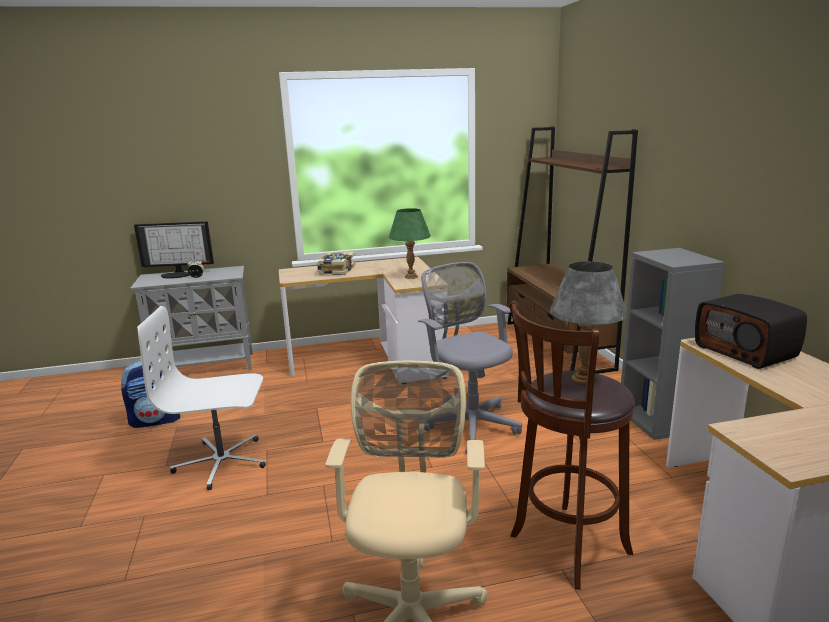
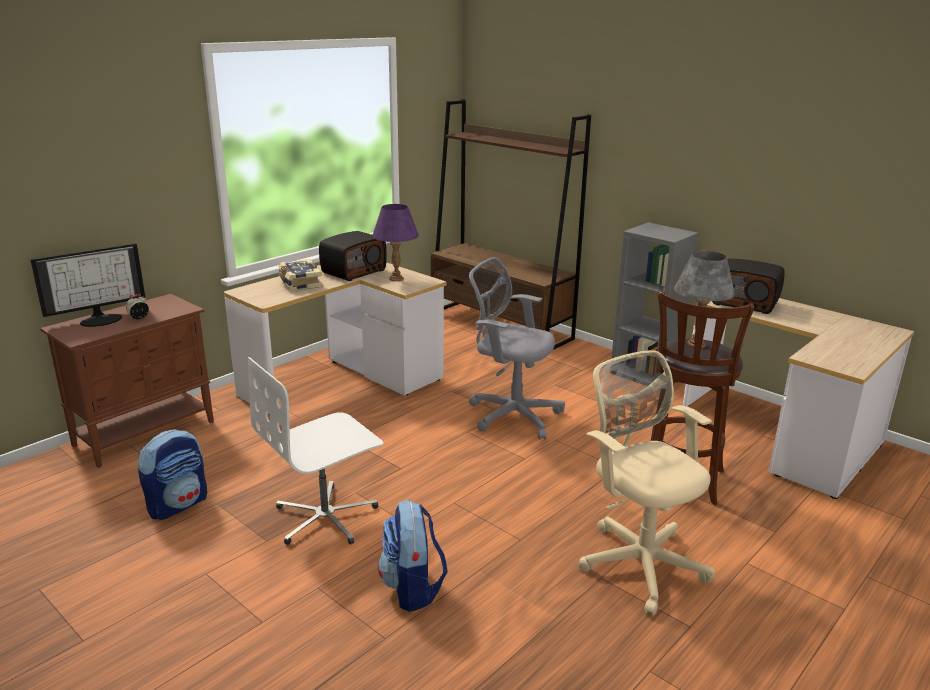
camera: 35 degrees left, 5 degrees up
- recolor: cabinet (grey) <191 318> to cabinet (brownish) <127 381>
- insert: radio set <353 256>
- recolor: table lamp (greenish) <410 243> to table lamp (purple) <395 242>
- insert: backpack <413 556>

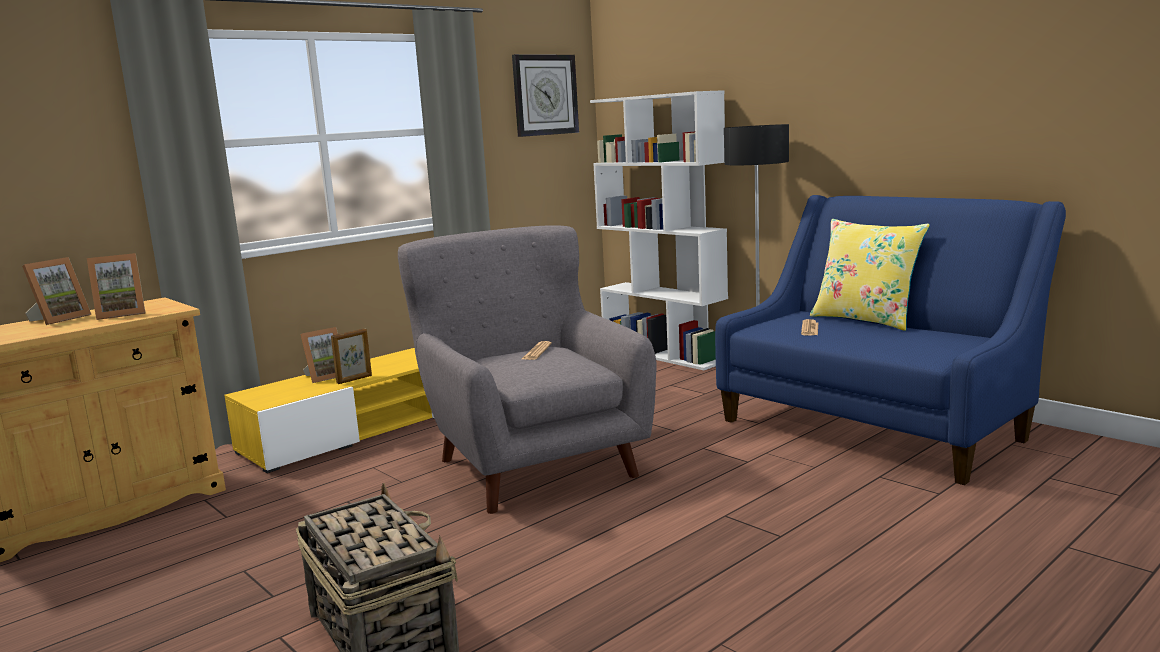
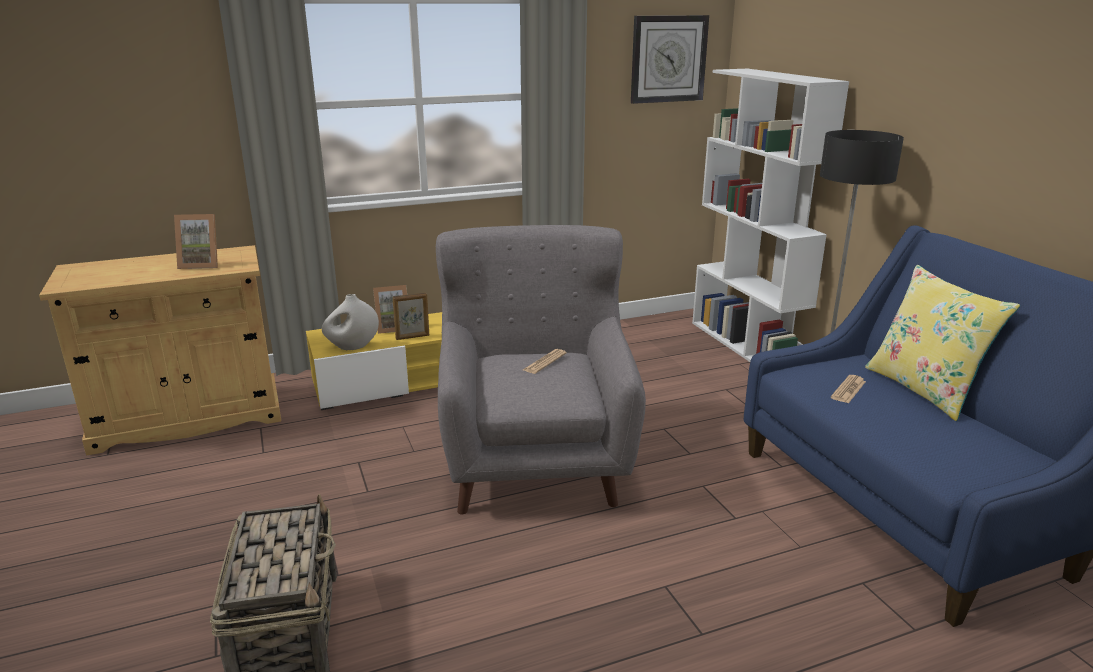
camera: 20 degrees right, 10 degrees up
- insert: vase (white) <350 322>
- delete: picture frame <56 291>

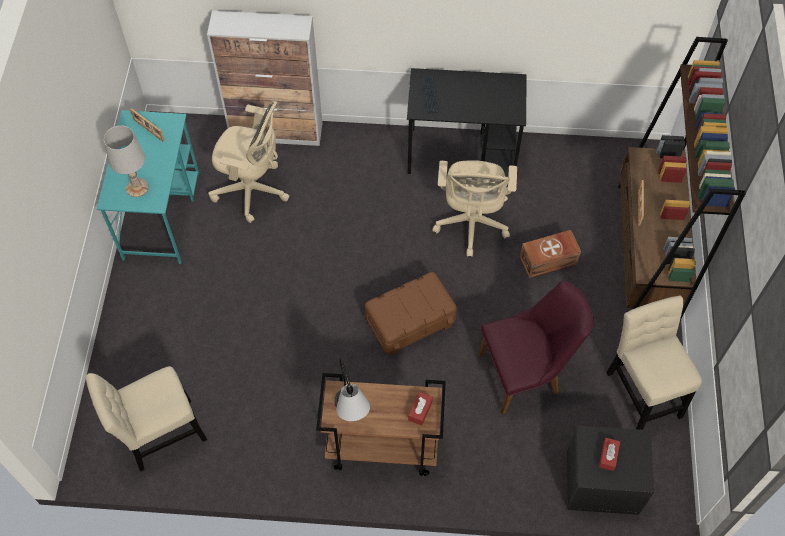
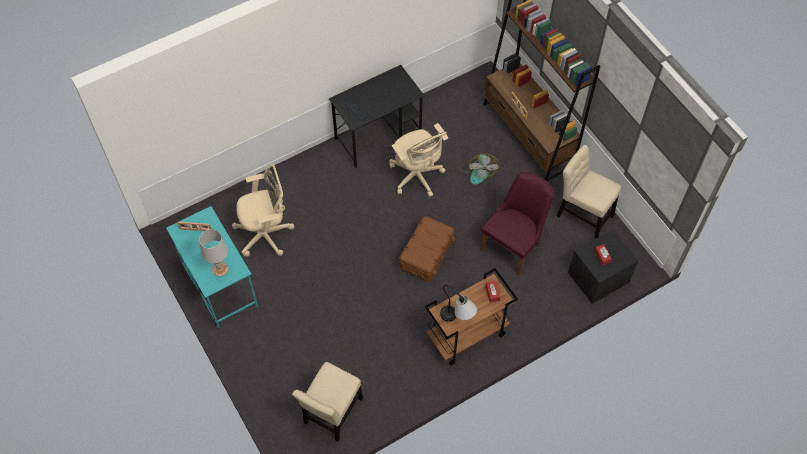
camera: 35 degrees left, 0 degrees up
- replace: storage box (brownish) <550 254> to fan <479 169>
- delete: cabinet <264 78>

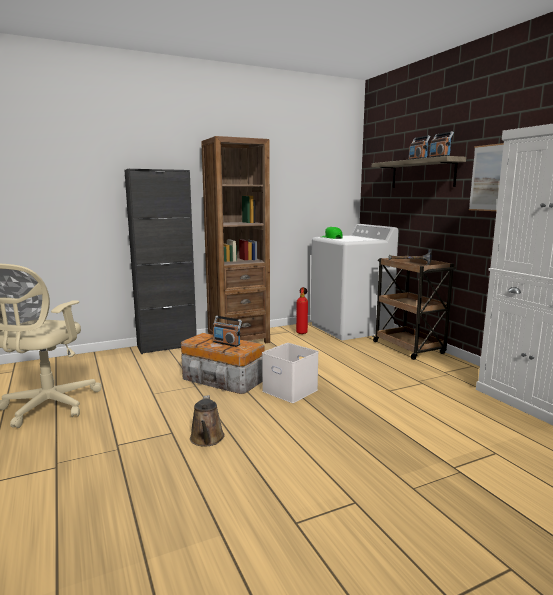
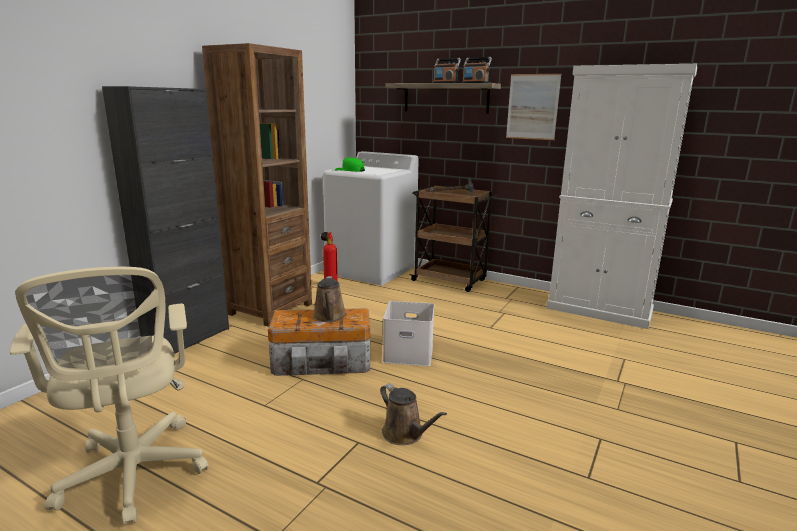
camera: 35 degrees left, 5 degrees up
- replace: radio set <227 331> to watering can (brownish) <330 299>

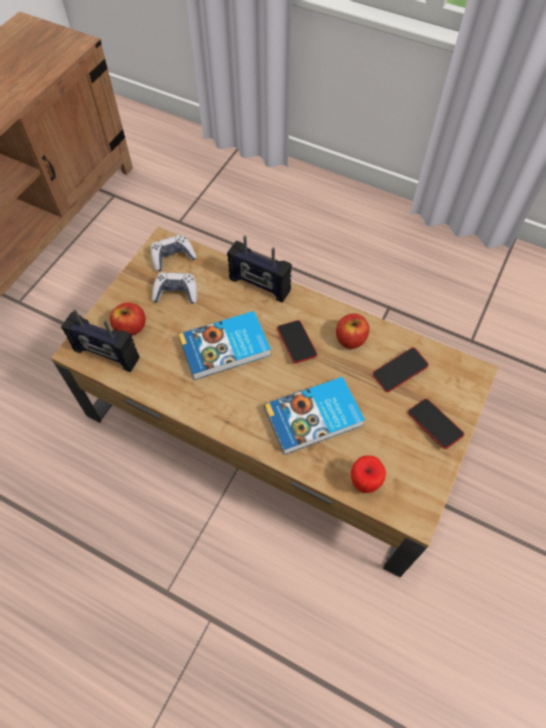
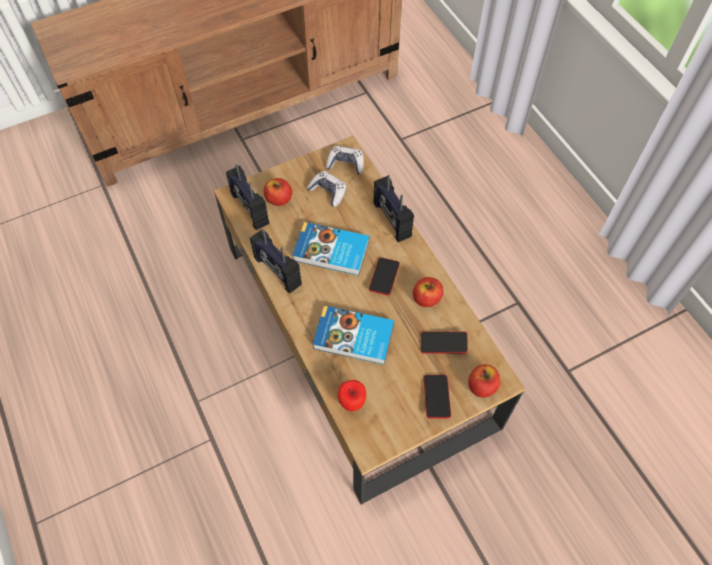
camera: 35 degrees right, 0 degrees up
- insert: radio set <276 261>
- insert: whole apple <484 381>

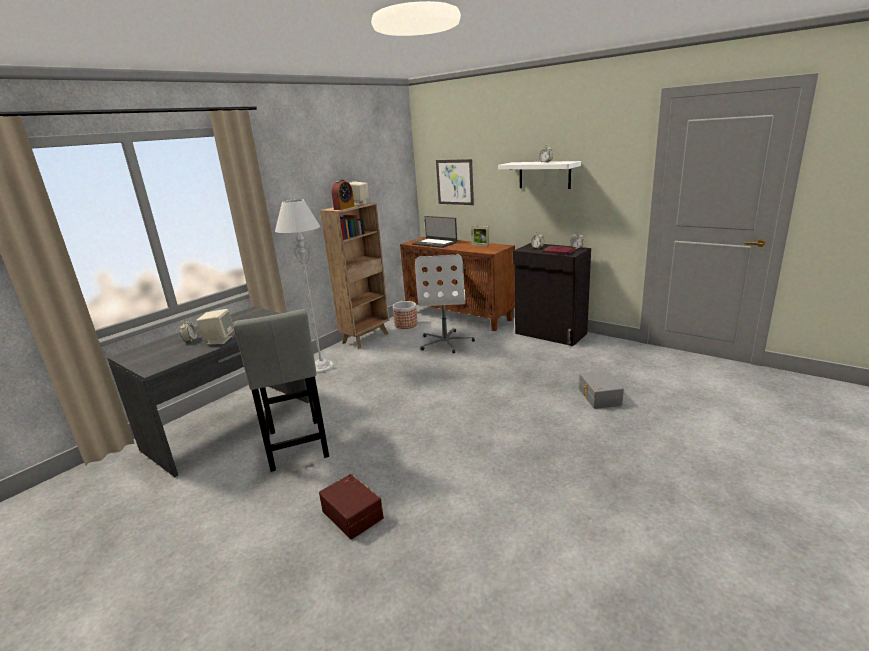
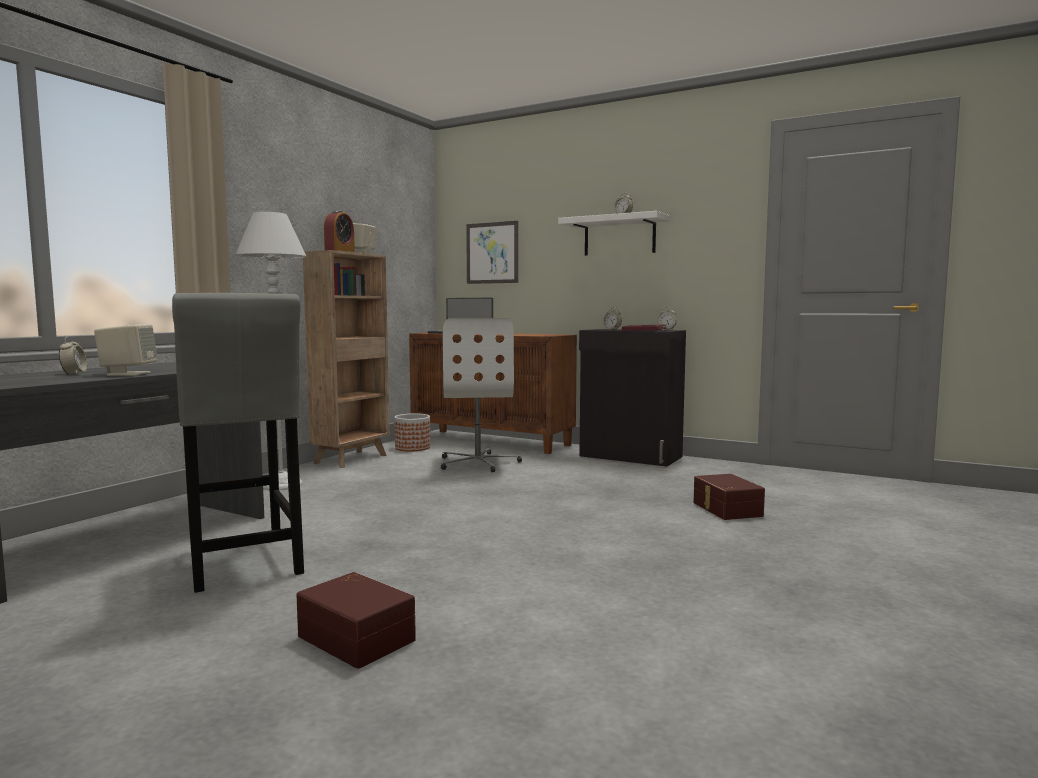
camera: 10 degrees left, 15 degrees down
- recolor: storage box (grey) <601 389> to storage box (brownish) <729 497>
- delete: picture frame <480 236>

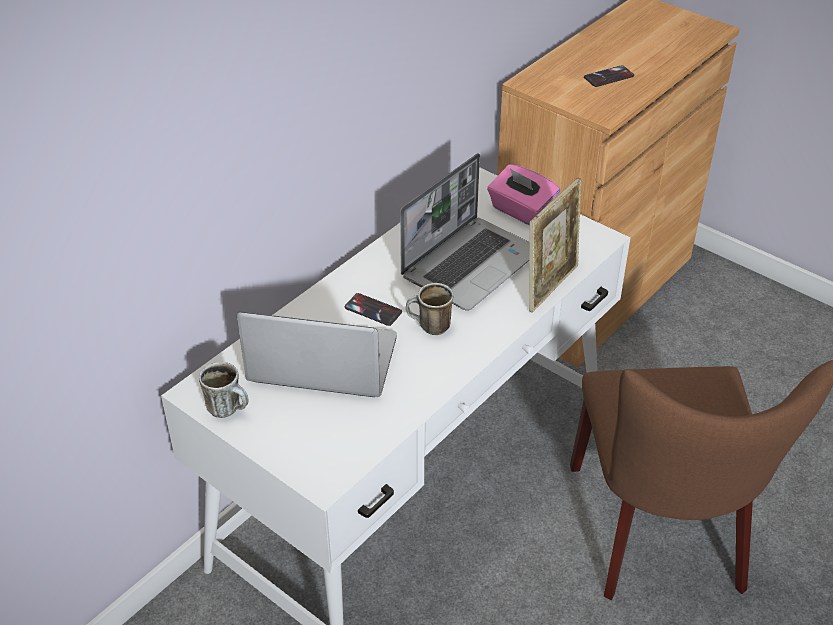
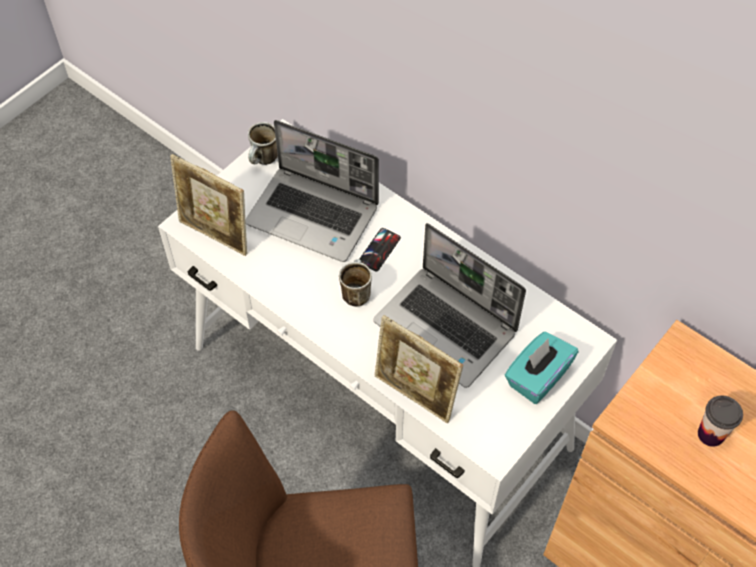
camera: 90 degrees right, 15 degrees up
- insert: picture frame <208 205>
- rotate: laptop <317 354> = <312 191> 105 degrees clockwise
- recolor: tissue holder (pink) <523 194> to tissue holder (blue-green) <542 367>
- replace: telephone <609 76> to cup <720 421>

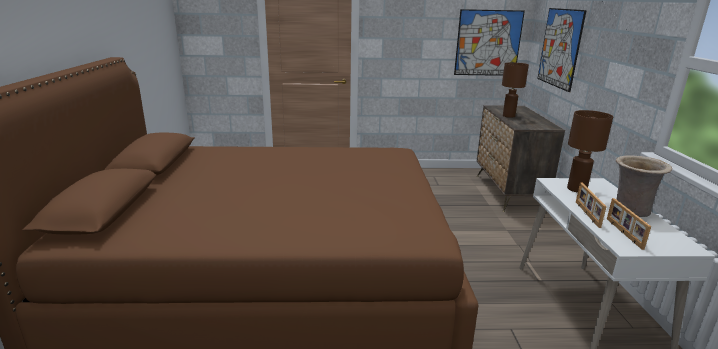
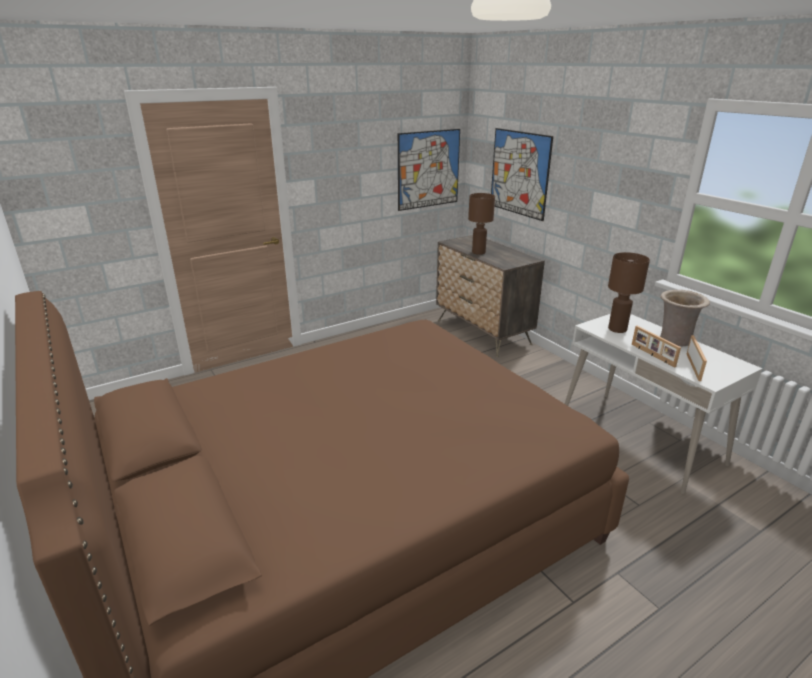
camera: 30 degrees left, 5 degrees up
- rotate: picture frame <629 224> = <697 358> 135 degrees counterclockwise

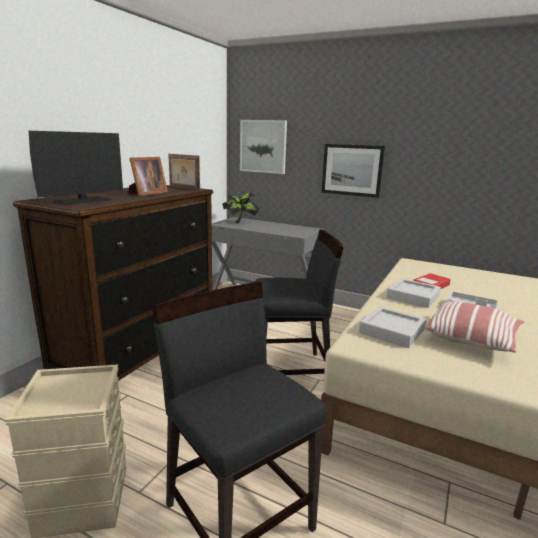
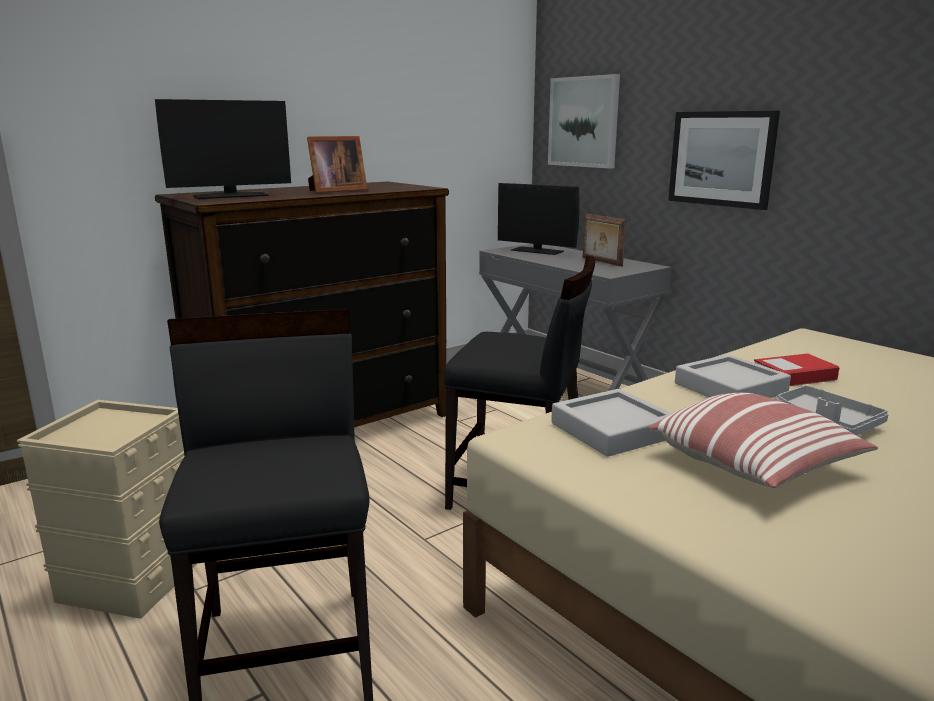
camera: 25 degrees right, 0 degrees up
- replace: houseplant <240 207> to monitor <539 219>
- move: picture frame <184 172> to <604 240>

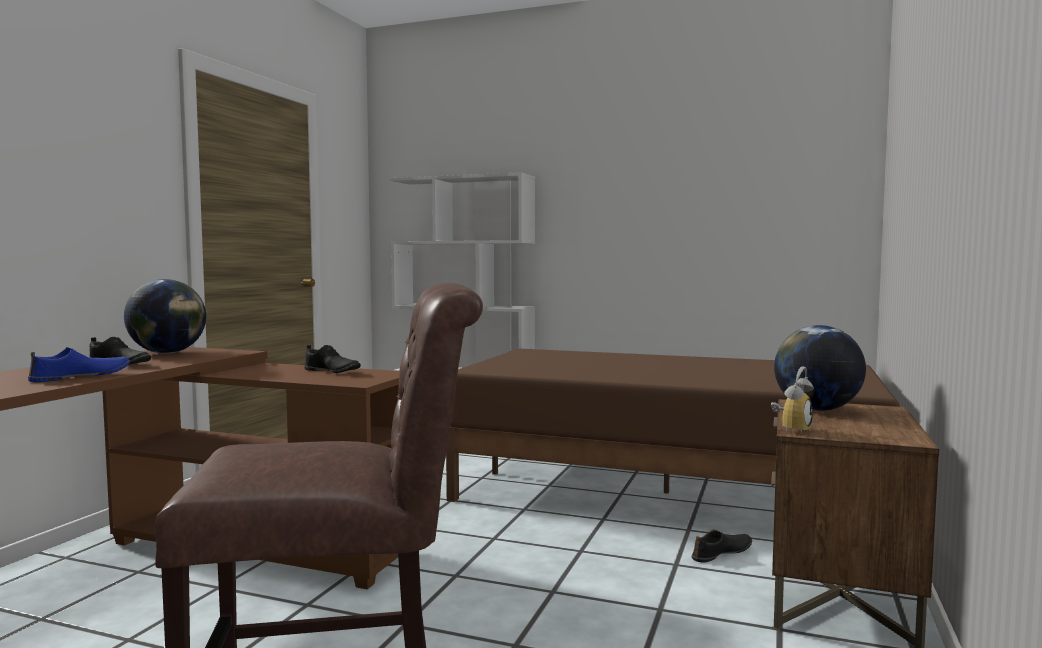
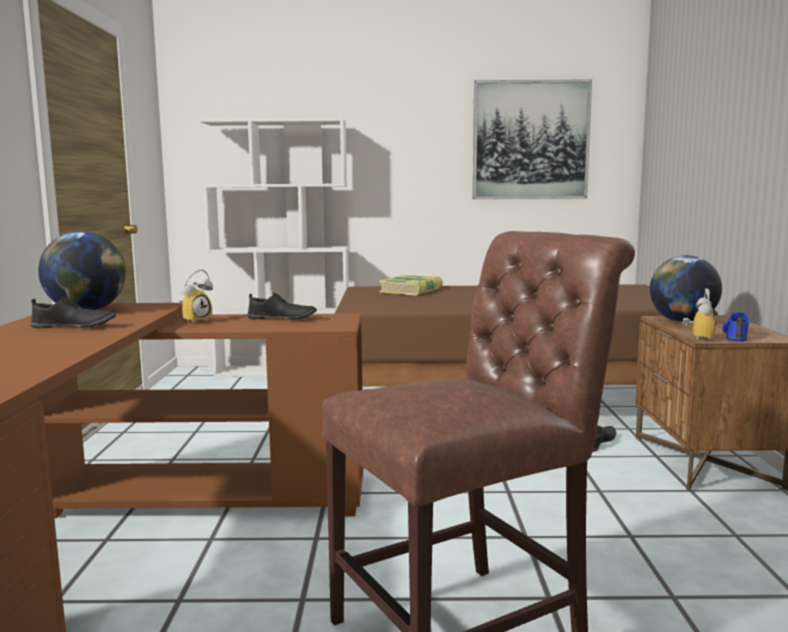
camera: 20 degrees left, 5 degrees up
- insert: table clock <196 296>
- insert: book <411 285>
- insert: picture <532 139>
- move: item of footwear (bluish) <79 364> to <735 327>

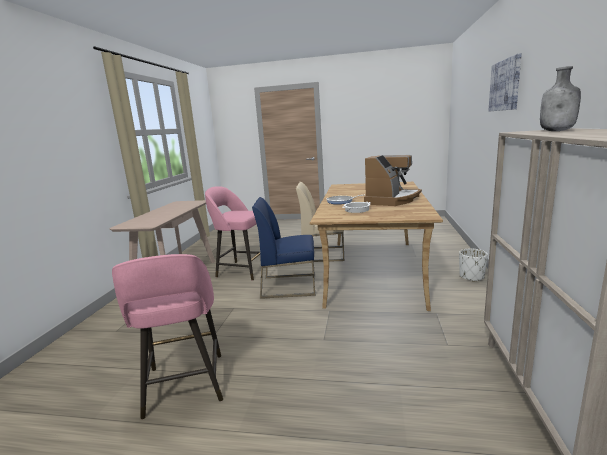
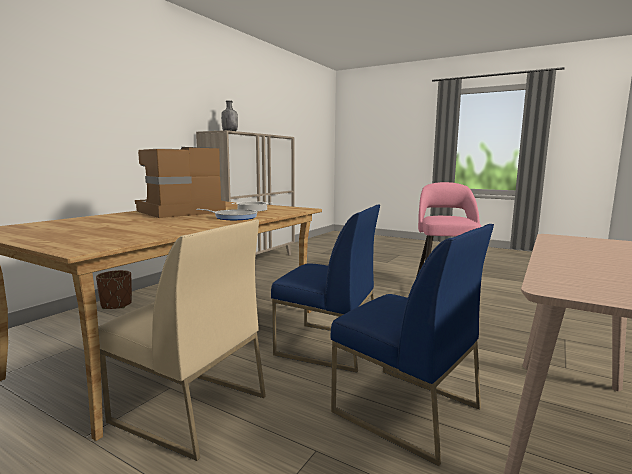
camera: 160 degrees left, 5 degrees down
- recolor: planter (white) <473 265> to planter (brownish) <114 289>
- replace: stool seat (pink) <232 233> to chair (bluish) <412 345>
- delete: picture <505 82>

